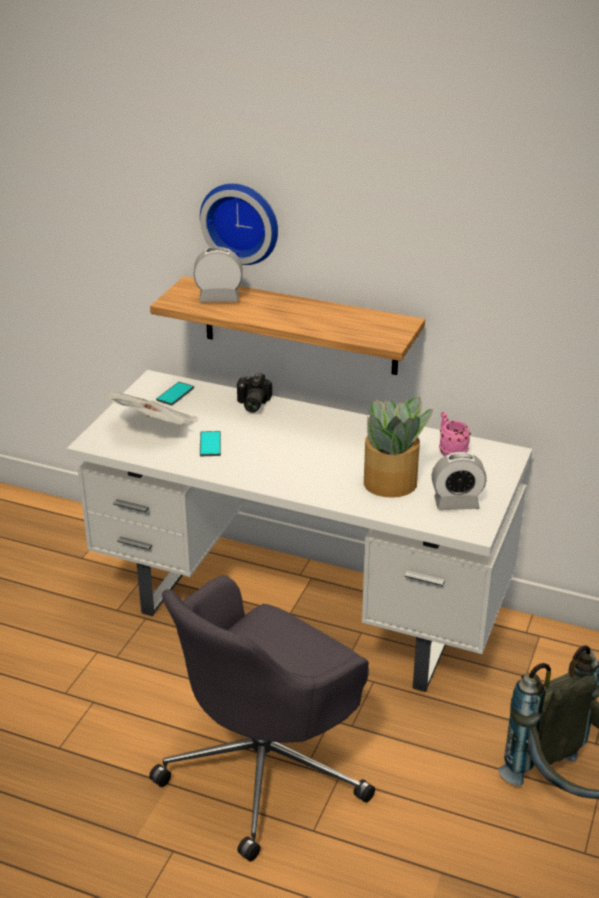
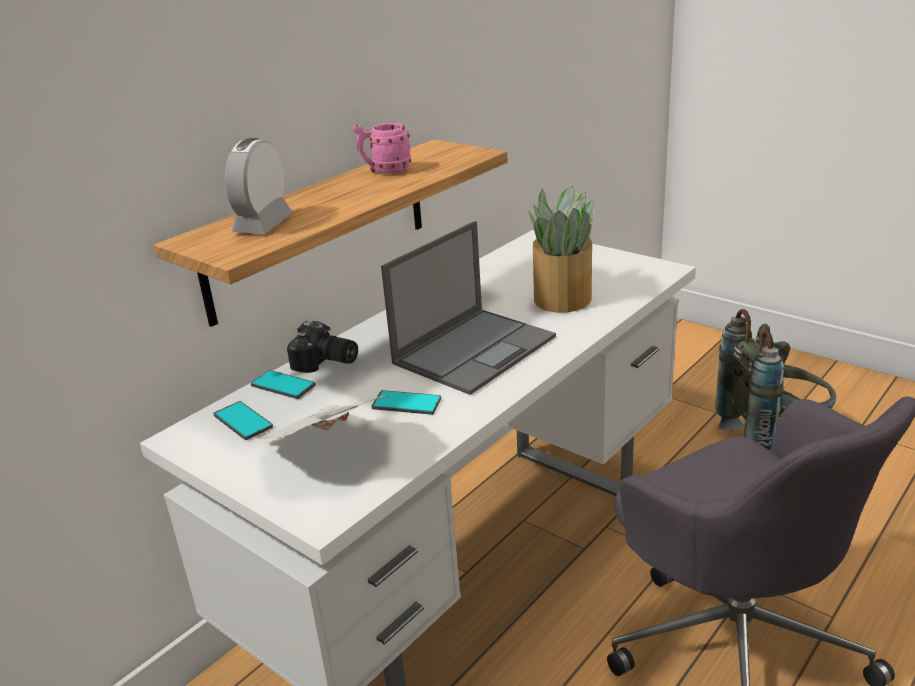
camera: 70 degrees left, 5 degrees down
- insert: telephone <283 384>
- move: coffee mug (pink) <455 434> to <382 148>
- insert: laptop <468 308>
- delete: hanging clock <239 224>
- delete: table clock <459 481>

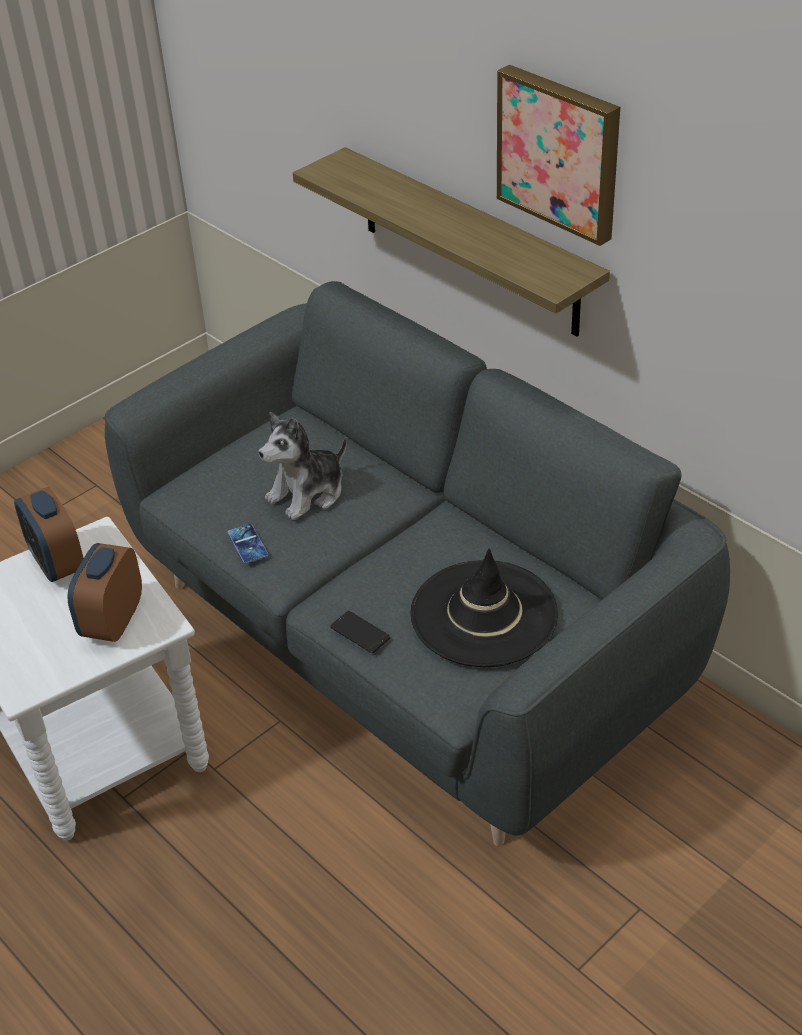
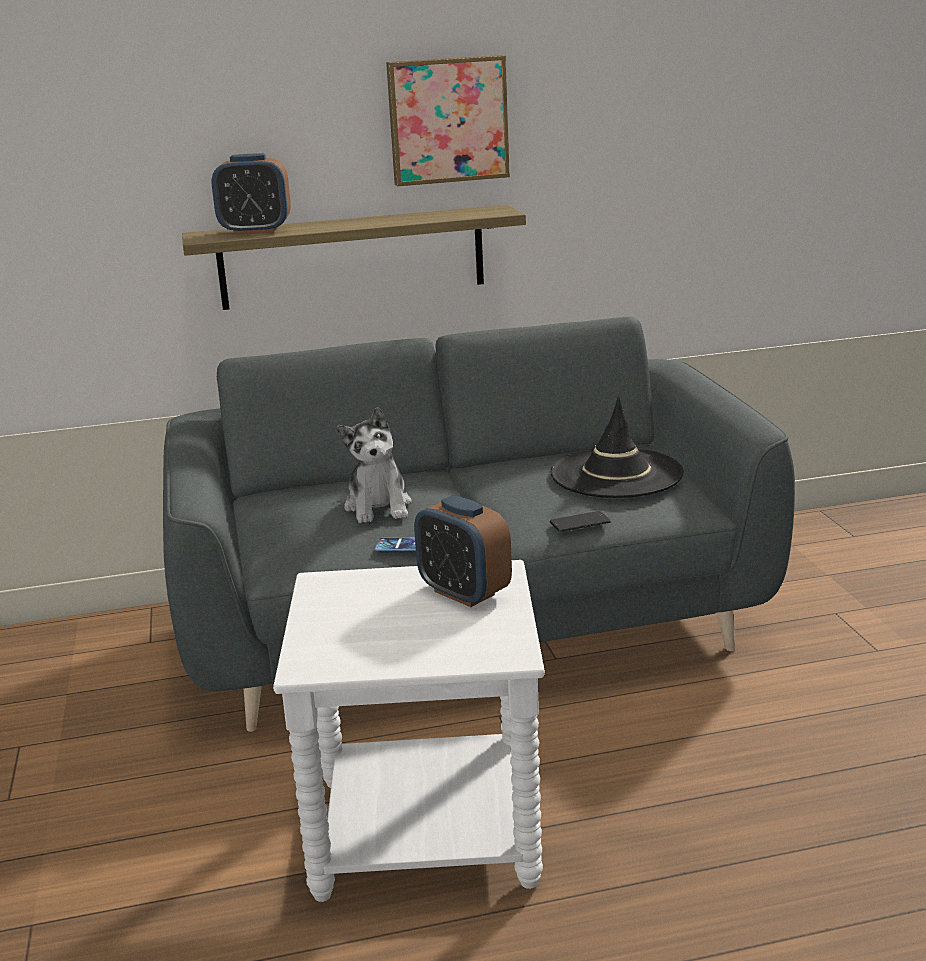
camera: 60 degrees left, 20 degrees down
- move: table clock <49 534> to <251 194>

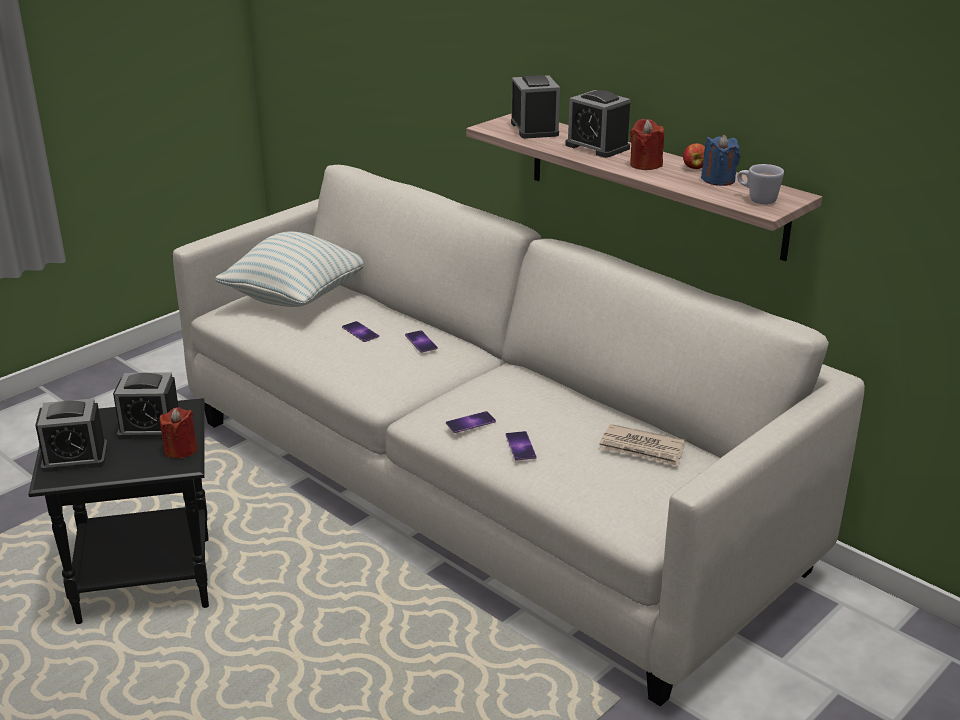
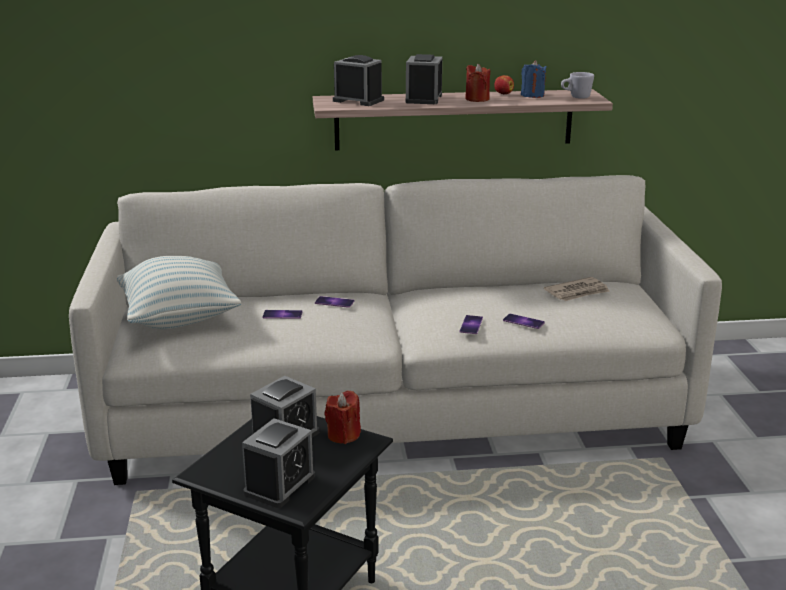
camera: 50 degrees left, 5 degrees down
- rotate: table clock <598 124> = <423 79> 105 degrees clockwise

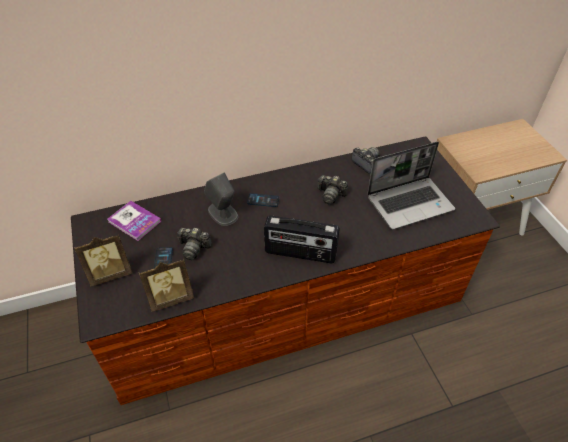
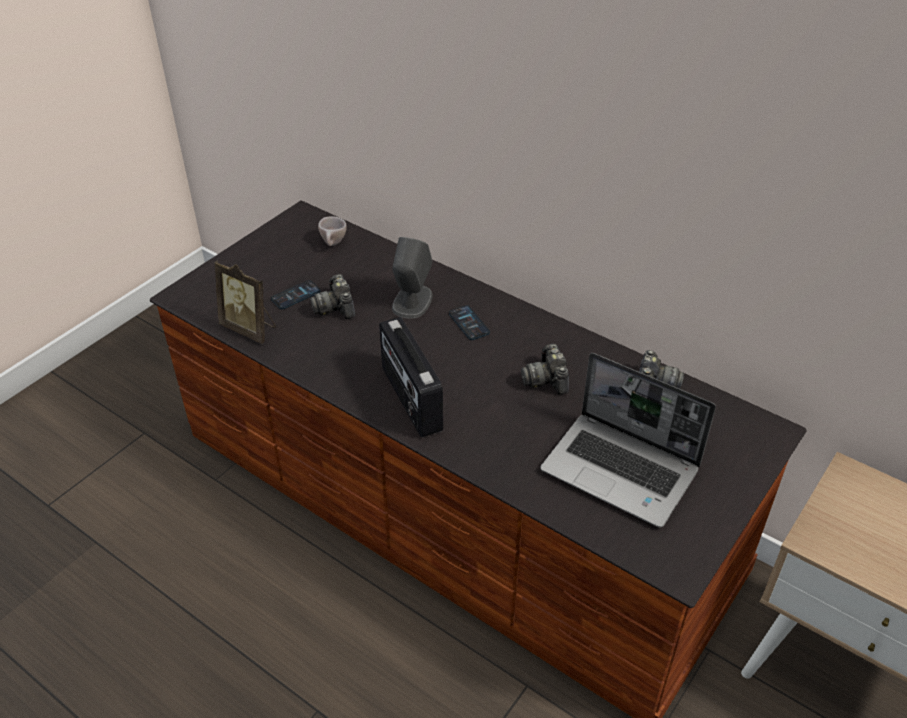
camera: 55 degrees right, 5 degrees down
- replace: book <134 221> to cup (beige-coloured) <332 231>
- delete: picture frame <103 260>

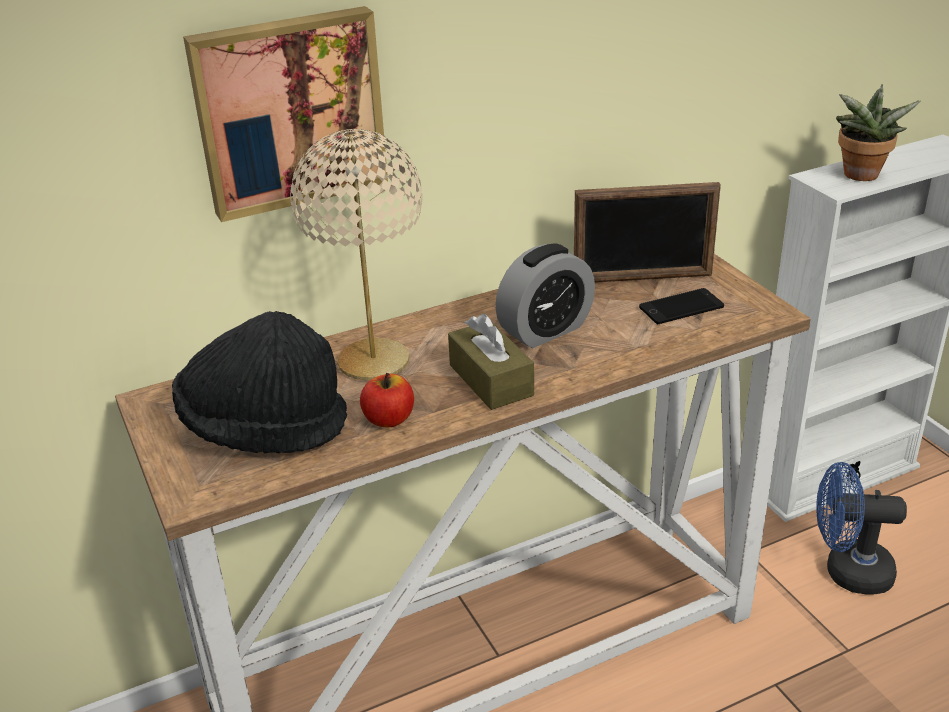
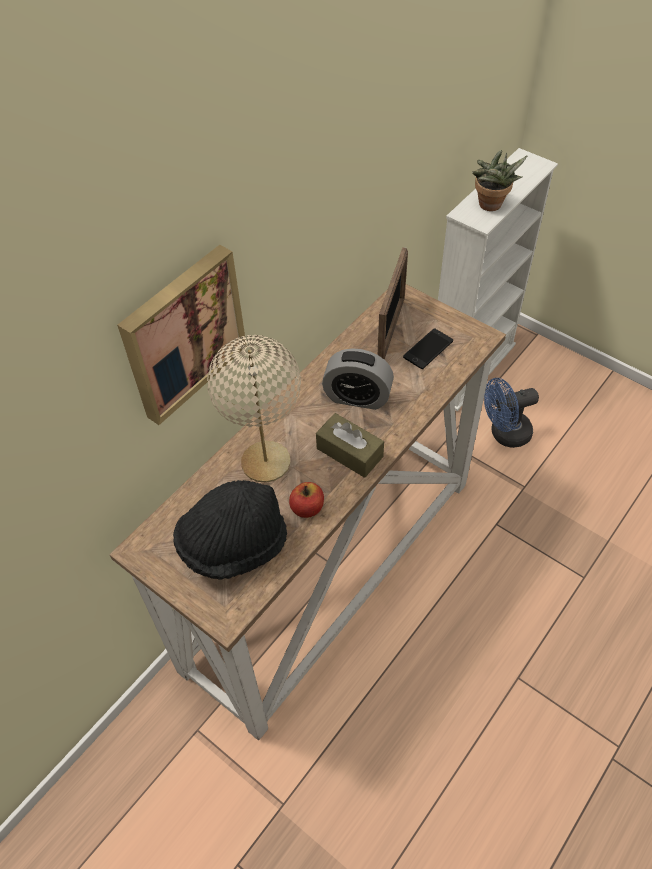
camera: 25 degrees left, 20 degrees up
- rotate: table clock <545 296> = <358 379> 75 degrees clockwise
- rotate: picture frame <647 232> = <393 303> 45 degrees counterclockwise

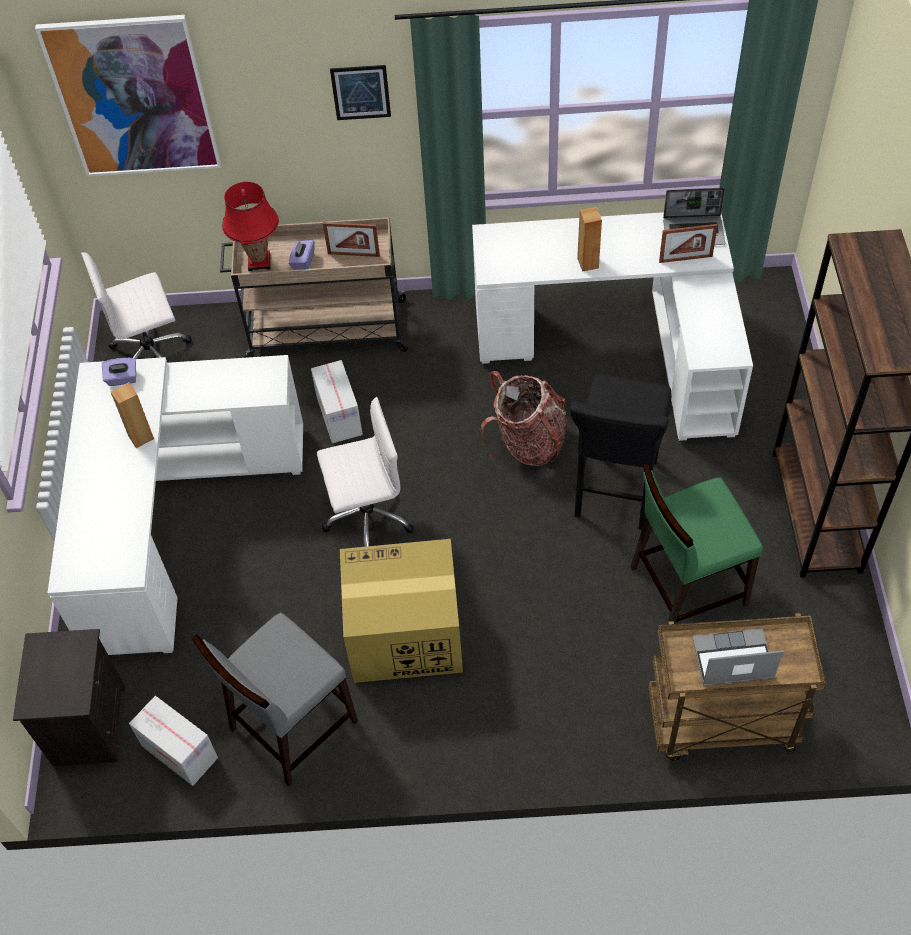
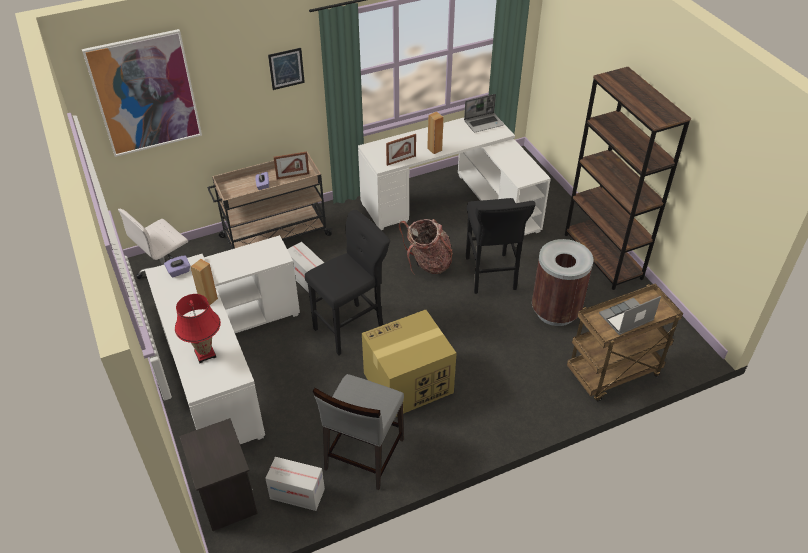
camera: 25 degrees left, 10 degrees down
- move: table lamp (reddish) <250 226> to <198 328>
- replace: computer chair (white) <365 472> to stool seat (black) <347 283>
- move: picture frame <688 243> to <401 150>
- replace: chair (greenish) <696 543> to trash can (brownish) <562 282>

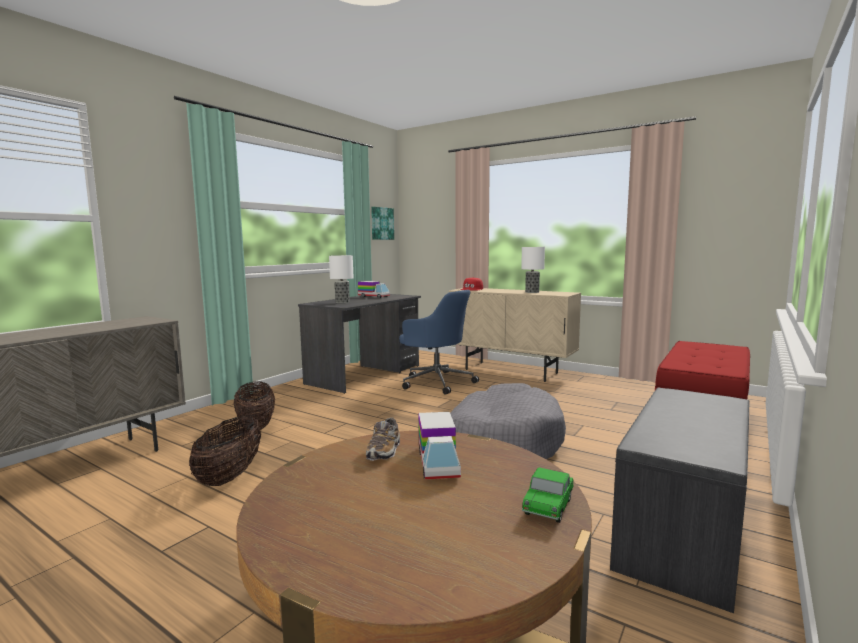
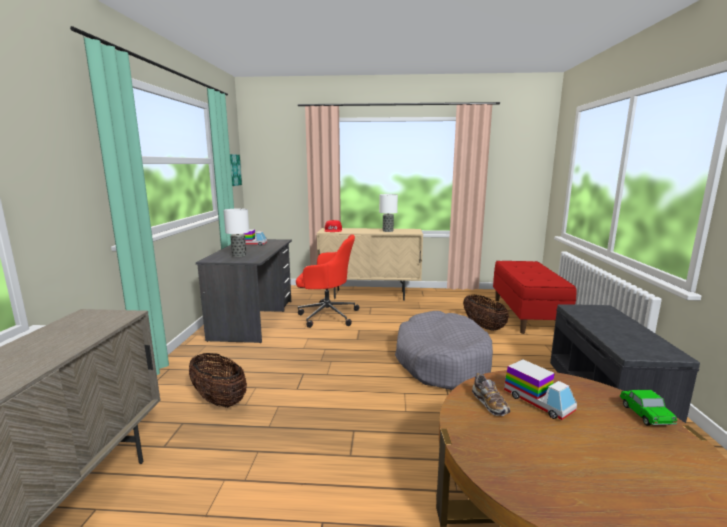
camera: 30 degrees left, 5 degrees up
- recolor: computer chair (bluish) <439 342> to computer chair (reddish) <327 281>
- move: storage basket <225 451> to <486 313>

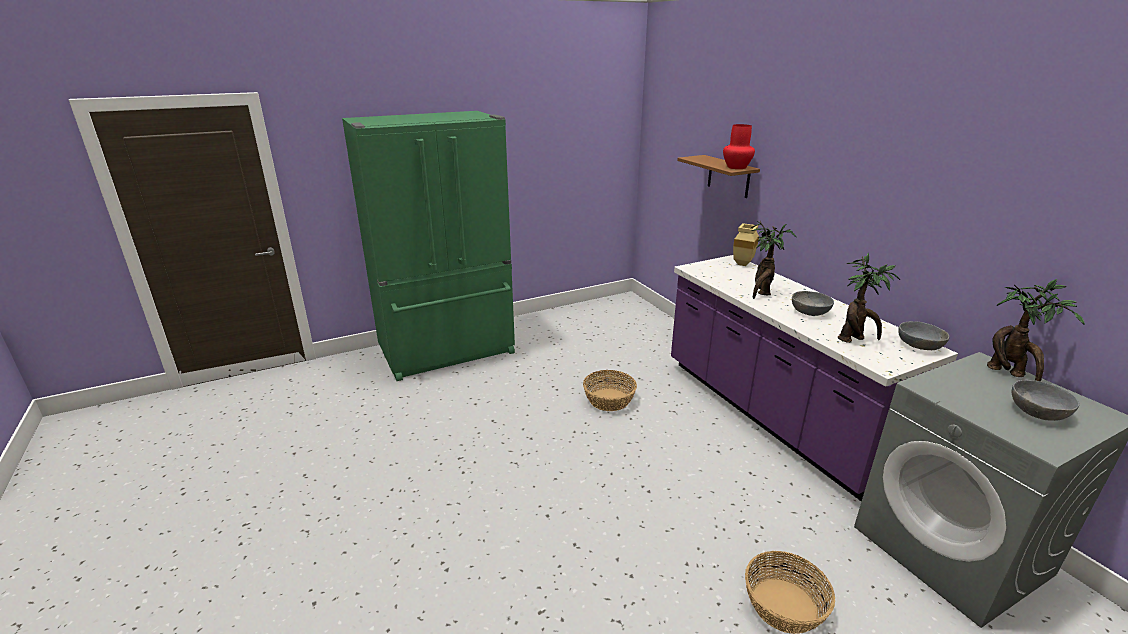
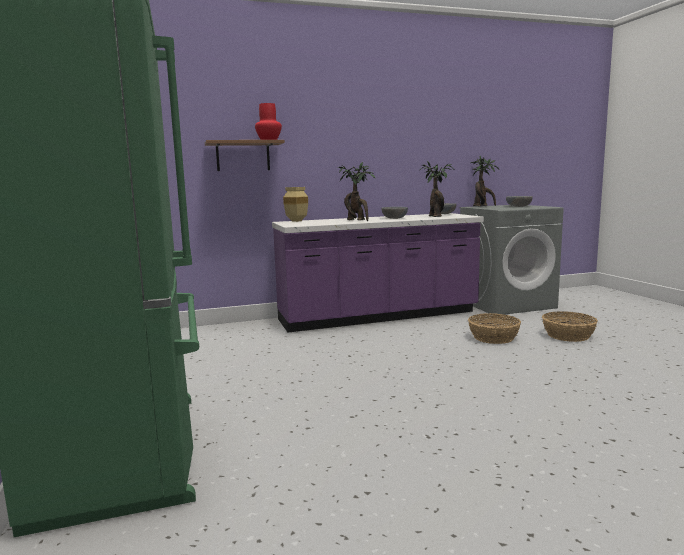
camera: 80 degrees left, 15 degrees down
- move: storage basket <610 390> to <494 328>

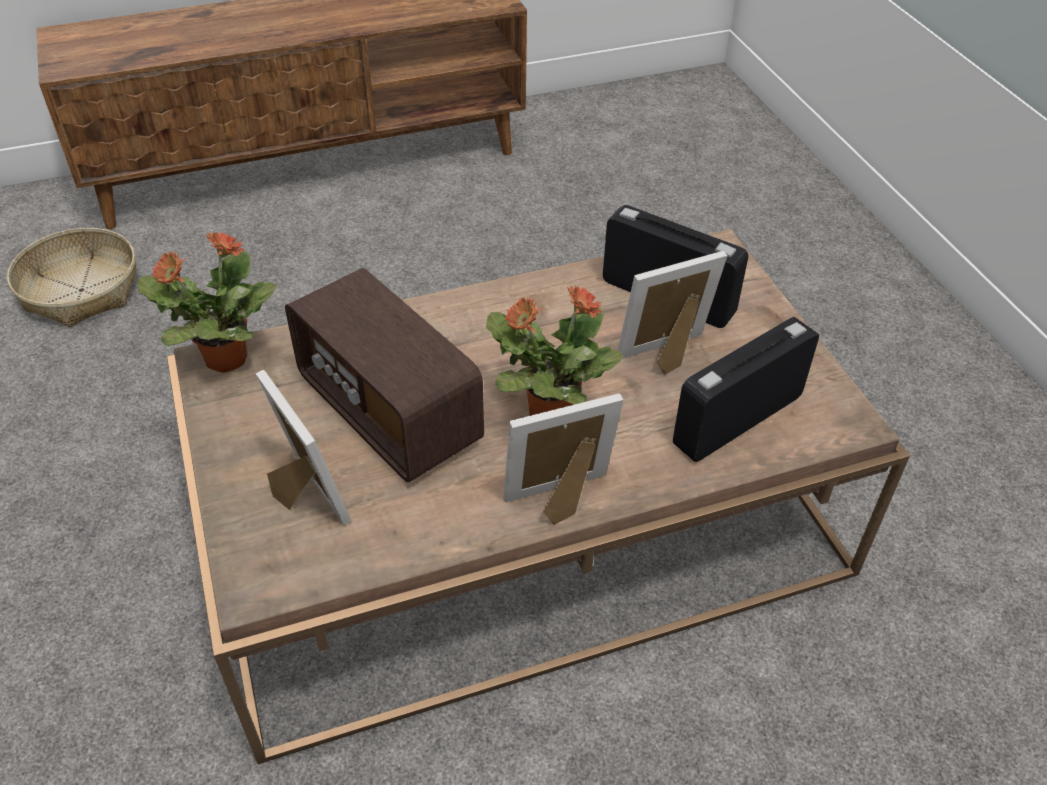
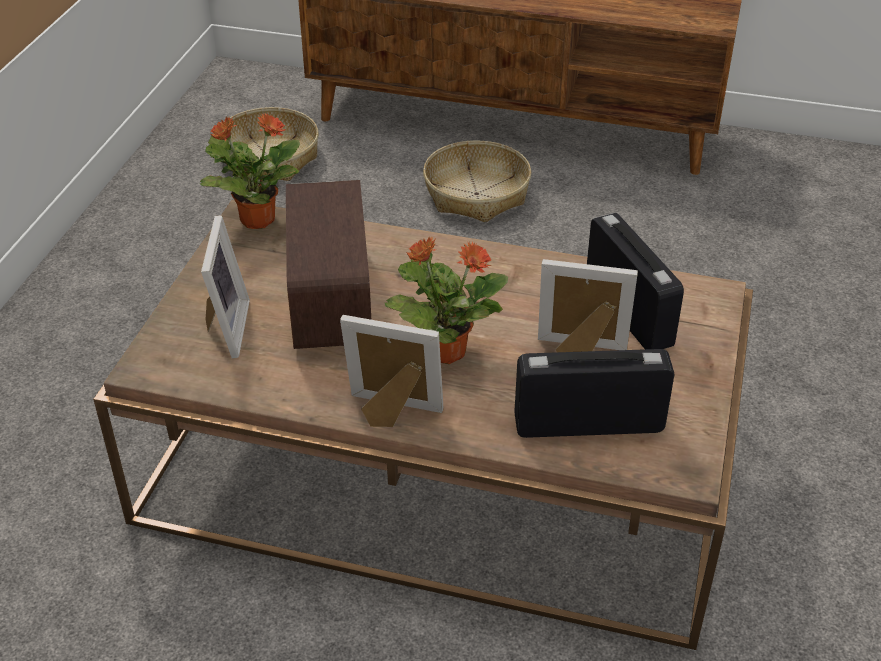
camera: 35 degrees right, 5 degrees down
- insert: storage basket <477 181>

